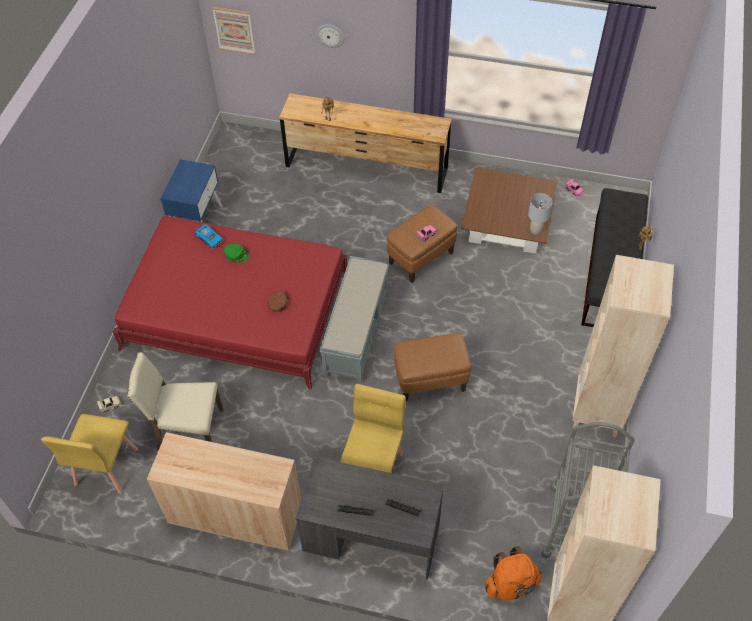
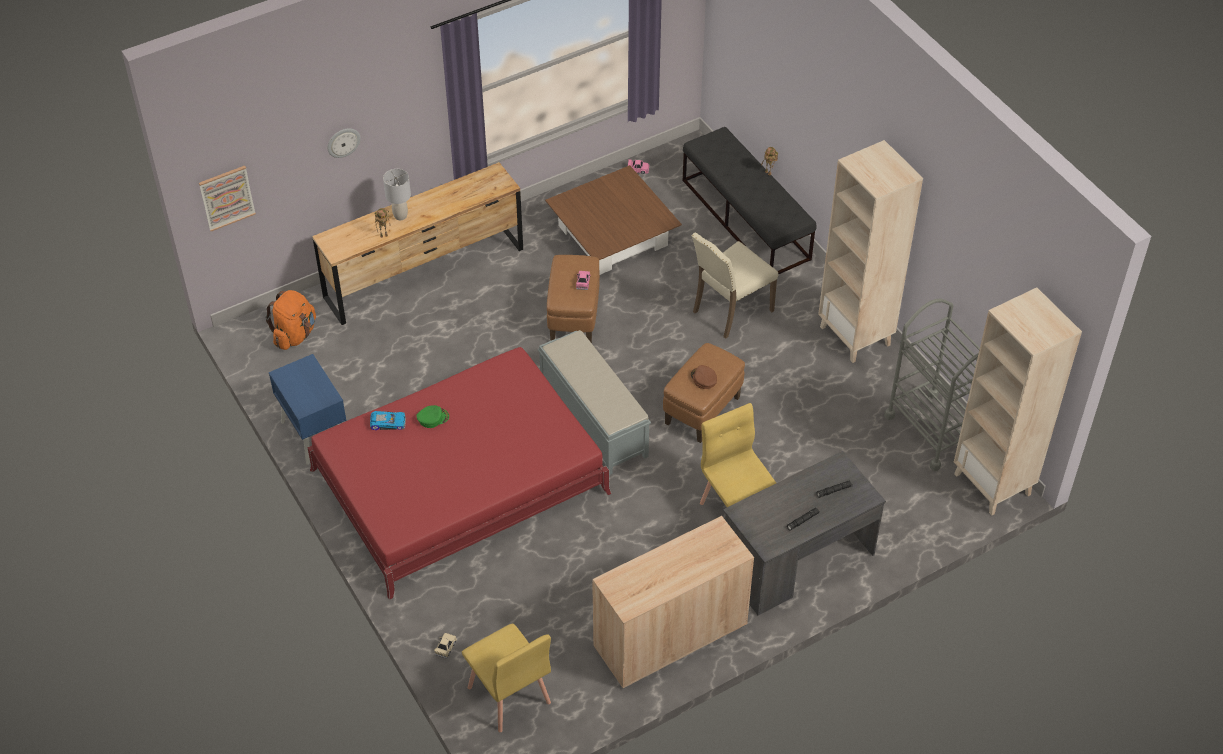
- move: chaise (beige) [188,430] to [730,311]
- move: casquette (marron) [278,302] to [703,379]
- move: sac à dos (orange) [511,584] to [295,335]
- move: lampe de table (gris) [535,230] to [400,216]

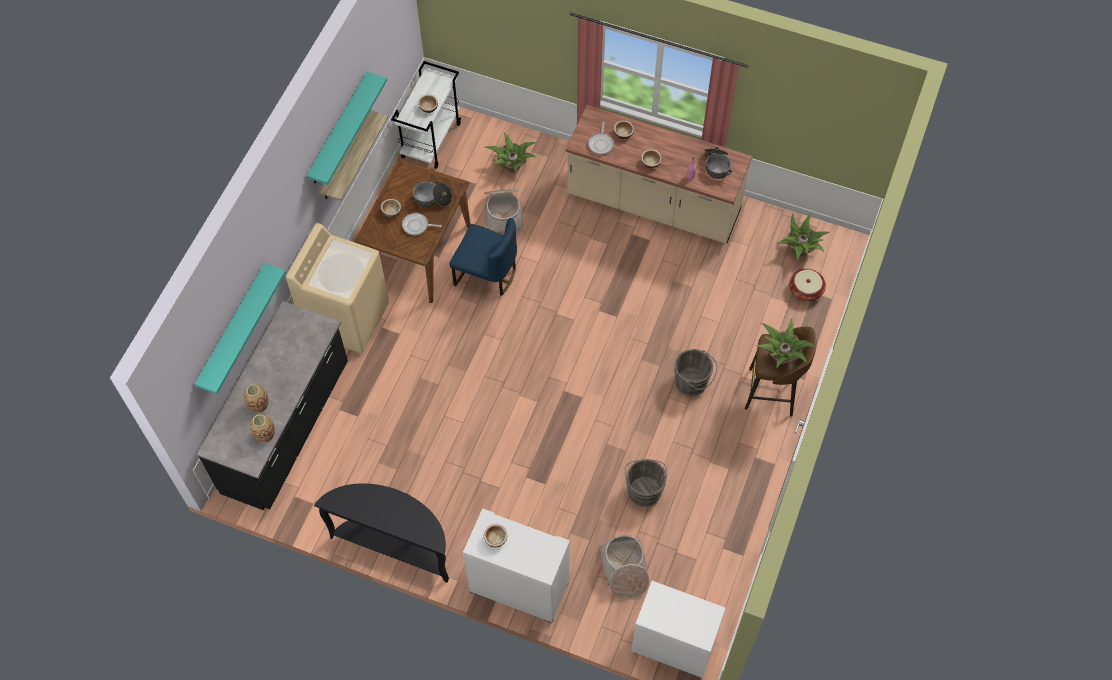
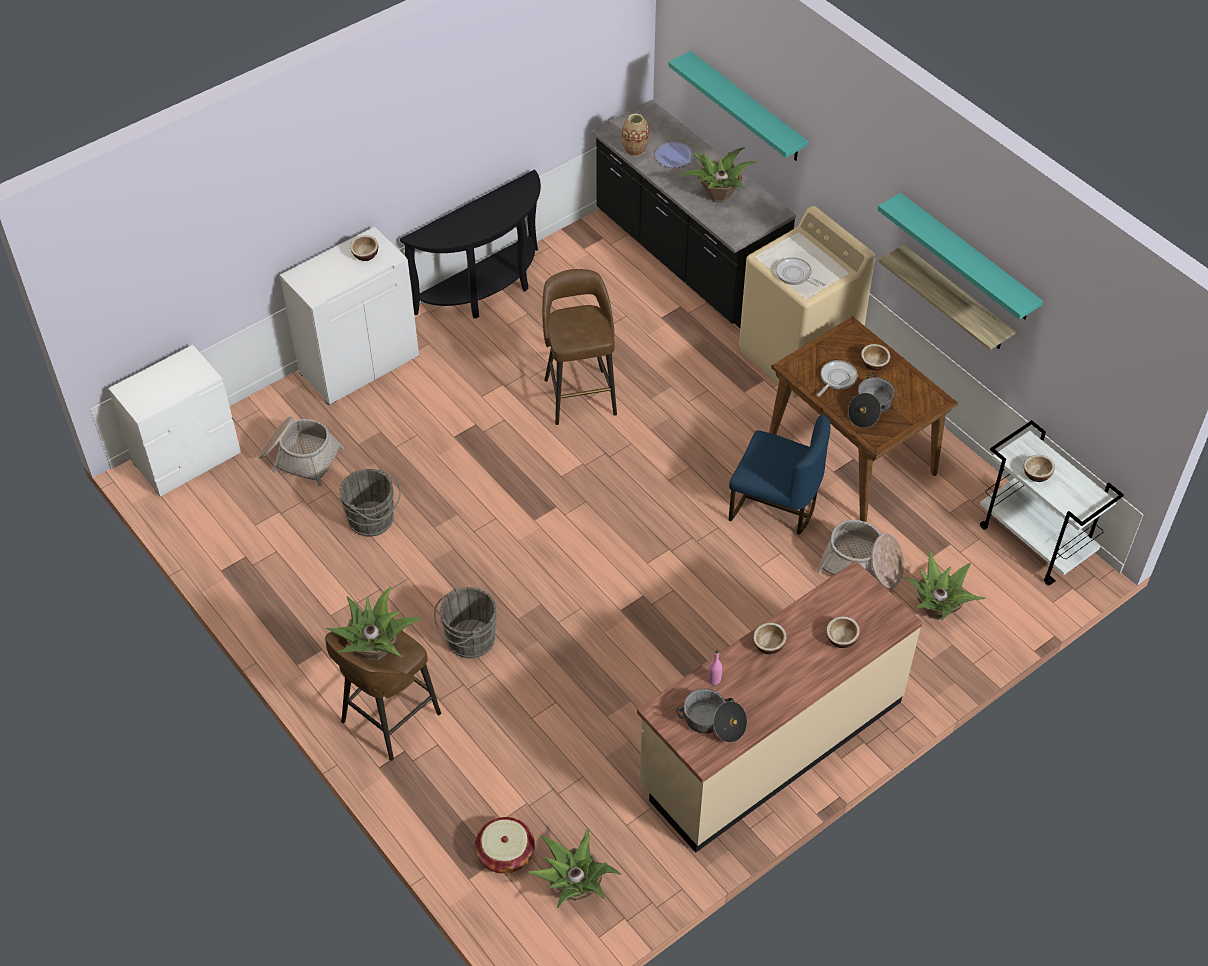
- replace: vase [259,405] to assiette [674,156]
- rotate: chaise (bleu) [486,274] = [774,506] 120 degrees counterclockwise
- move: poêle [601,143] to [795,275]
- insert: tabouret (marron) [579,395]
- insert: plante en pot [718,196]

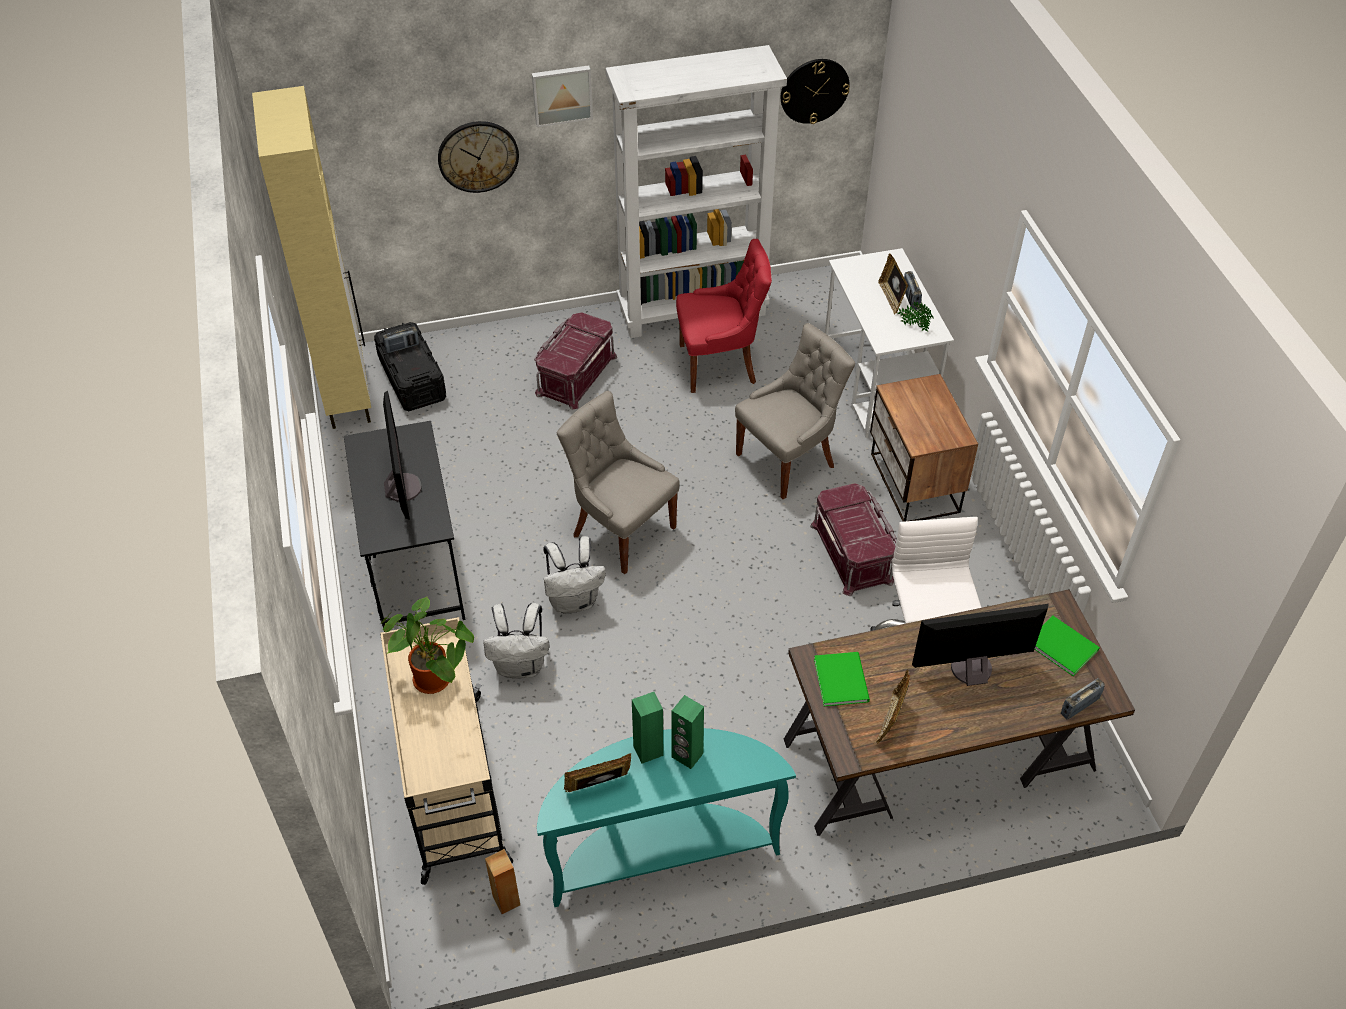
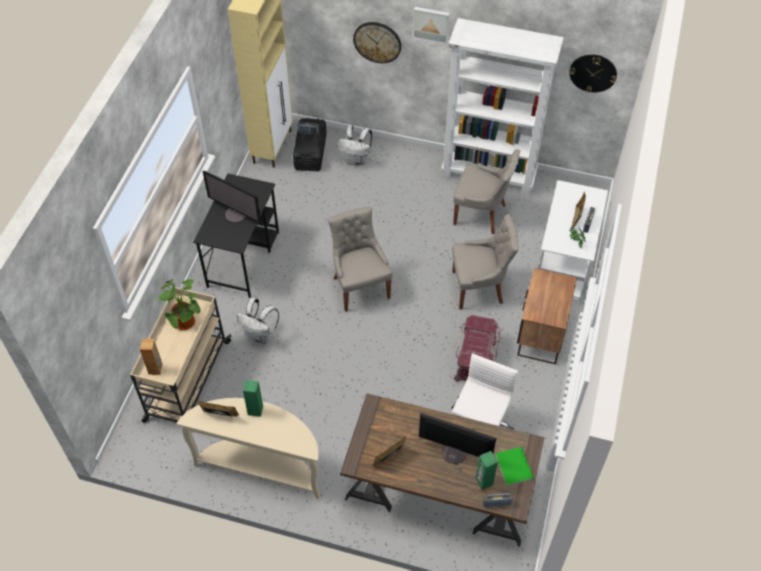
- rotate: écran d'ordinateur [402,487] = [236,214] 105 degrees clockwise
- move: enceinte (marron) [506,900] to [155,369]
- delete: boîte de rangement (rouge) [575,374]
- recolor: table console (turquoise) [661,852] to table console (beige) [262,466]
- move: sac à dos (blanc) [574,601] to [356,160]
- move: enceinte (vert) [687,755] to [484,481]
- recolor: chaise (rouge) [720,365] to chaise (gris) [481,214]
- delete: livre (vert) [842,678]

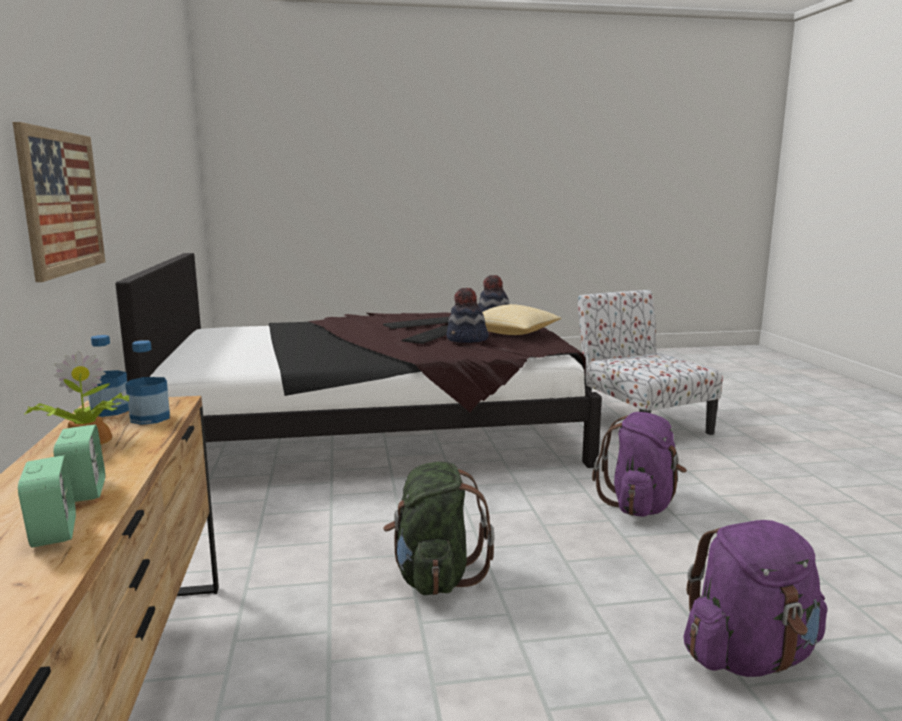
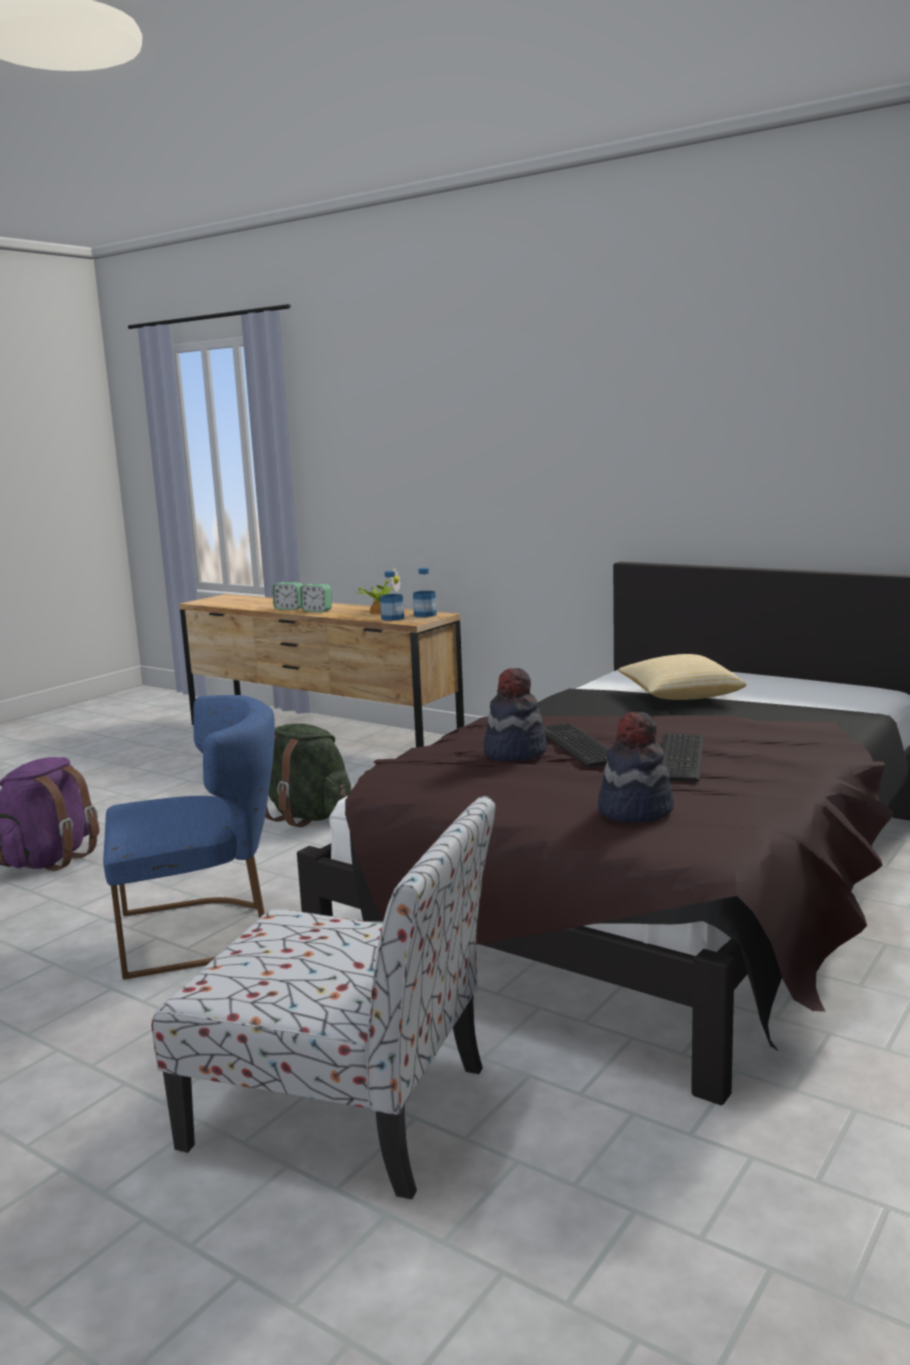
- delete: tableau [62,202]
- move: coussin [514,333] to [679,697]
- replace: sac à dos (violet) [640,505] to chaise (bleu) [202,932]

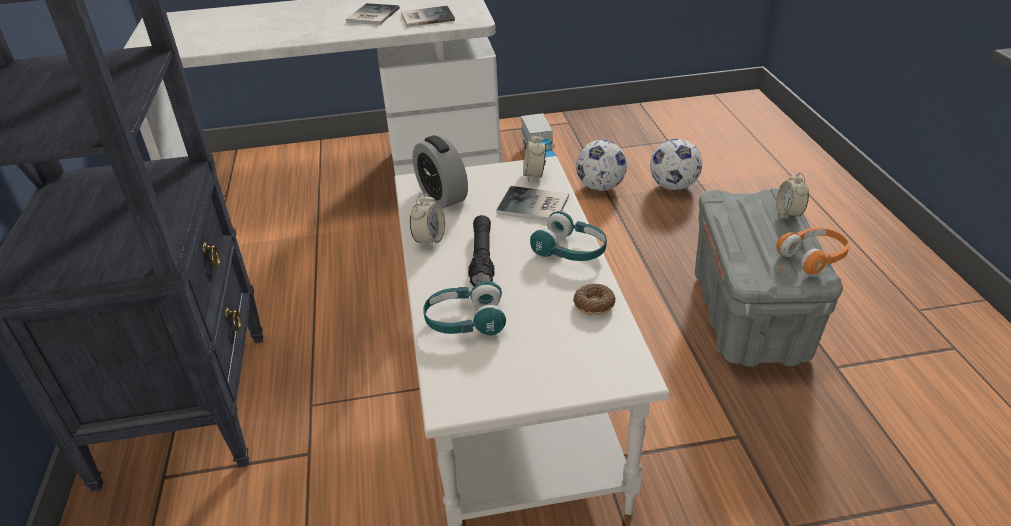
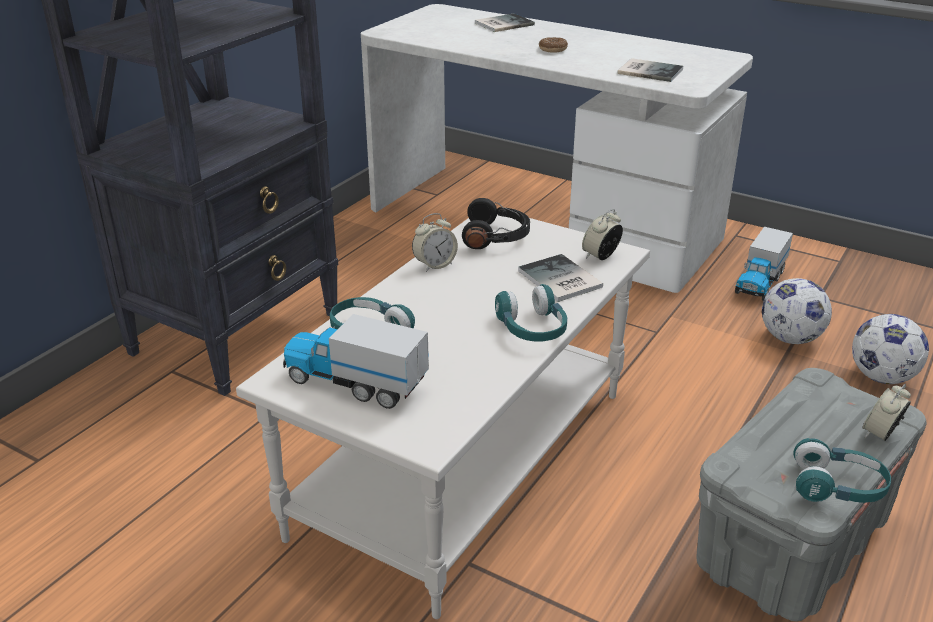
- move: livre [371,15] to [502,24]
- replace: réveil [442,195] to casque audio (noir) [496,237]
- delete: lampe de poche (noir) [482,259]
- move: beignet [594,305] to [553,49]
- recolor: casque audio (orange) [813,258] to casque audio (turquoise) [837,487]
- insert: camion jouet [355,383]

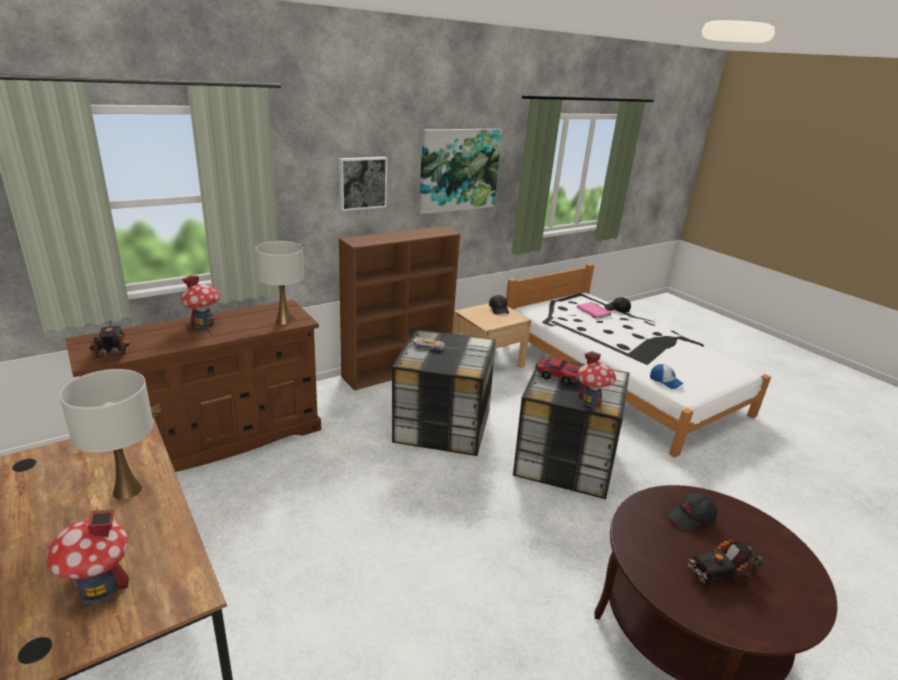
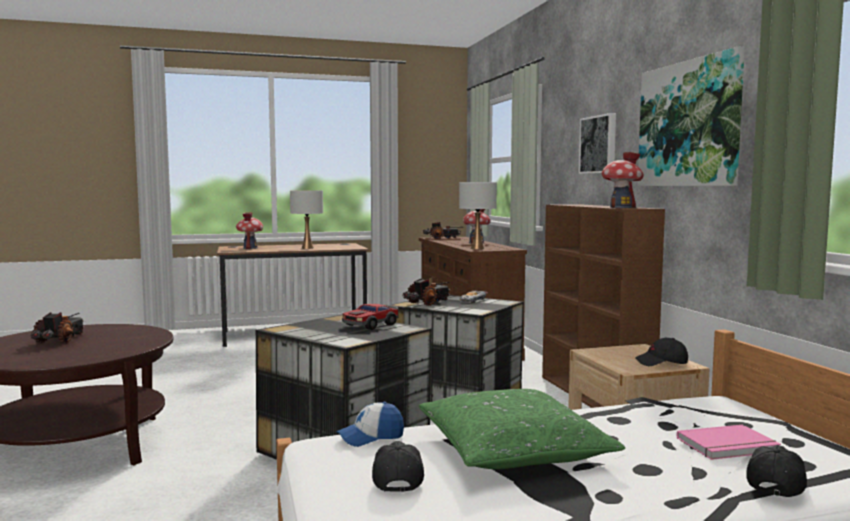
- move: maison miniature [590,401] to [621,207]
- move: casquette (noir) [691,518] to [397,478]
- insert: camion jouet [428,303]
- insert: coussin (vert) [512,449]

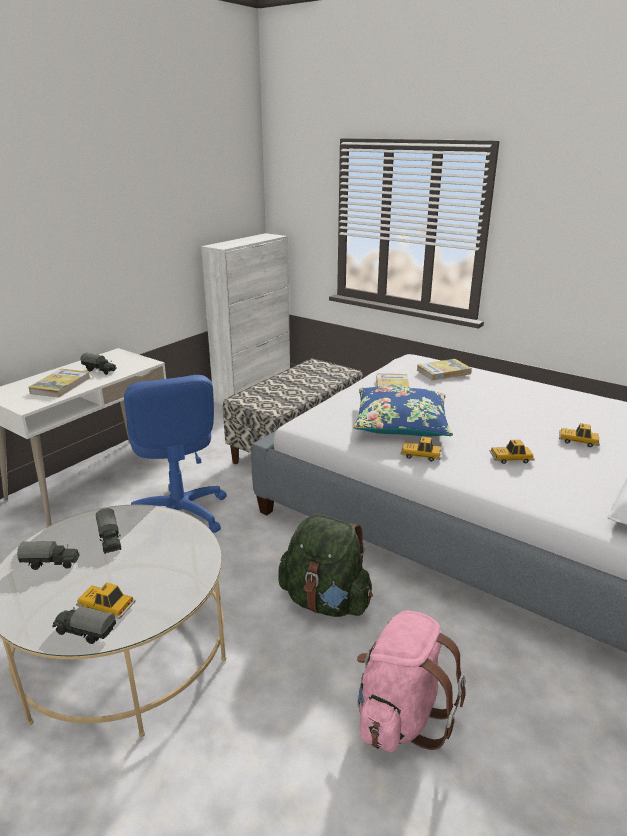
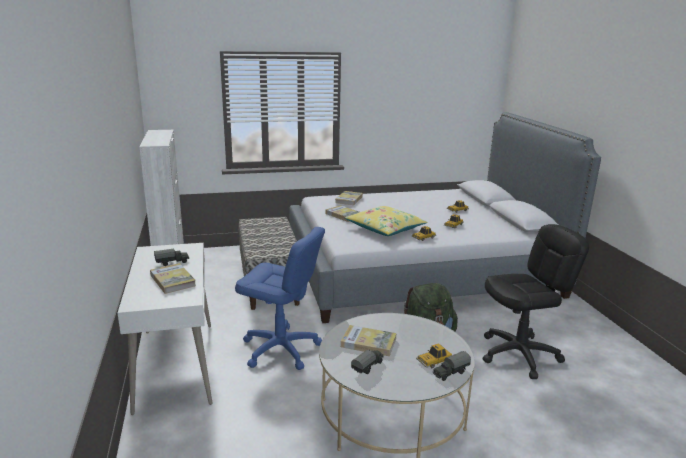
- replace: camion jouet [110,541] to livre [368,343]
- recolor: coussin (bleu) [401,423] to coussin (jaune) [385,229]
- replace: sac à dos (rose) [400,715] to chaise de bureau (noir) [519,354]

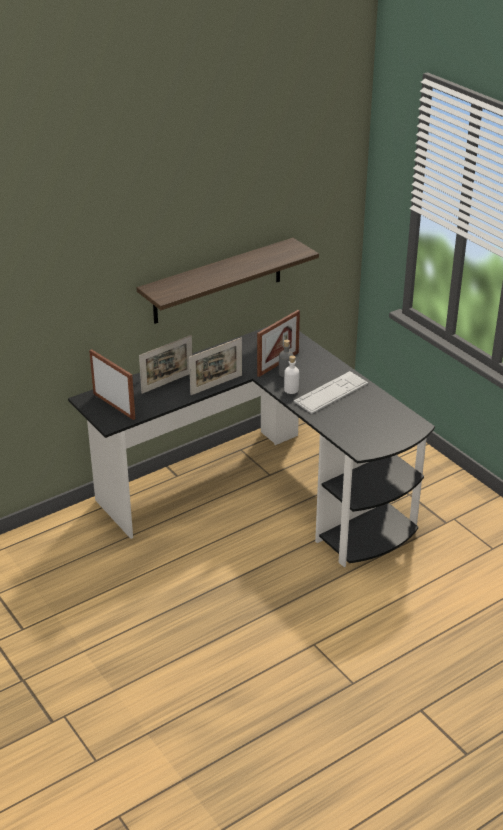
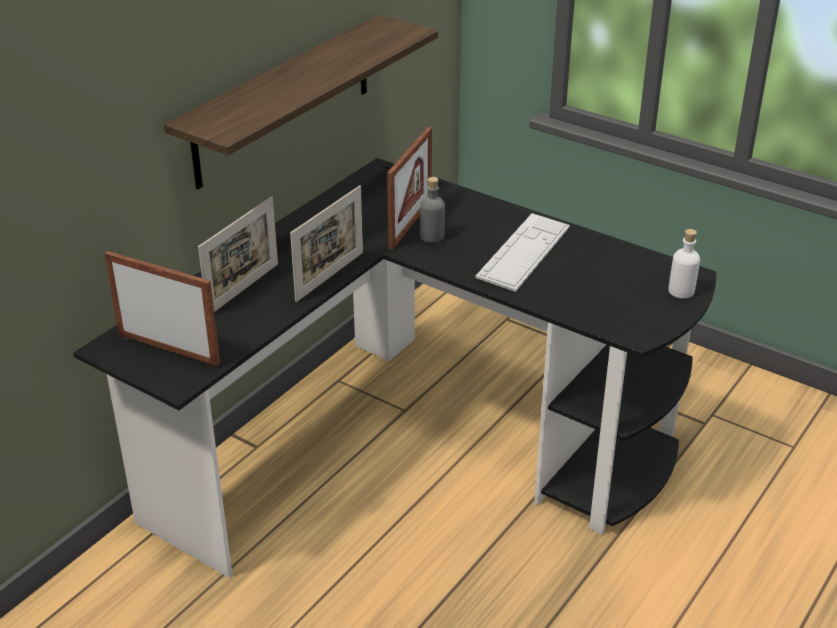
- move: bouteille (blanc) [291,390] to [681,291]

